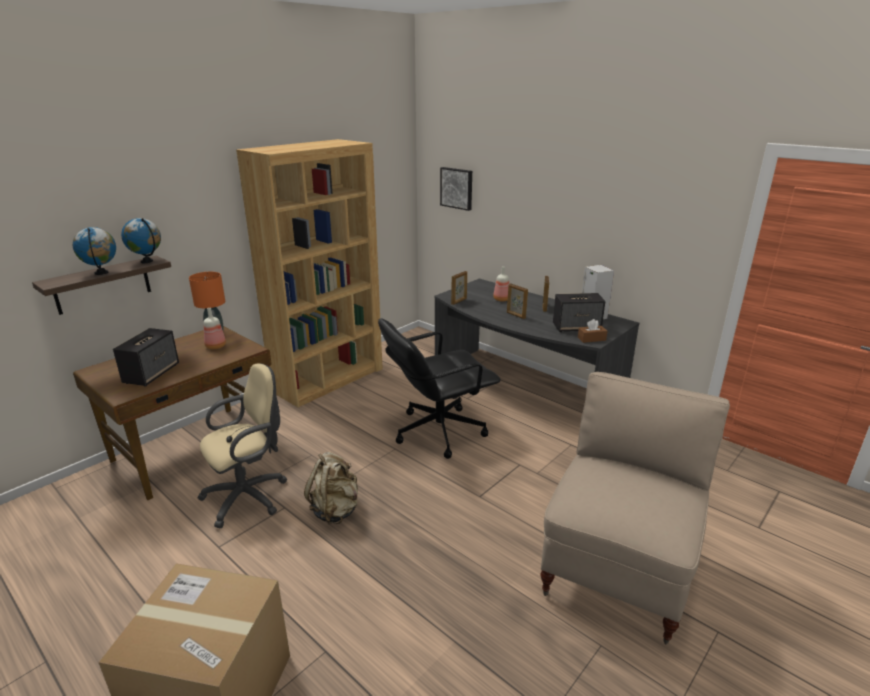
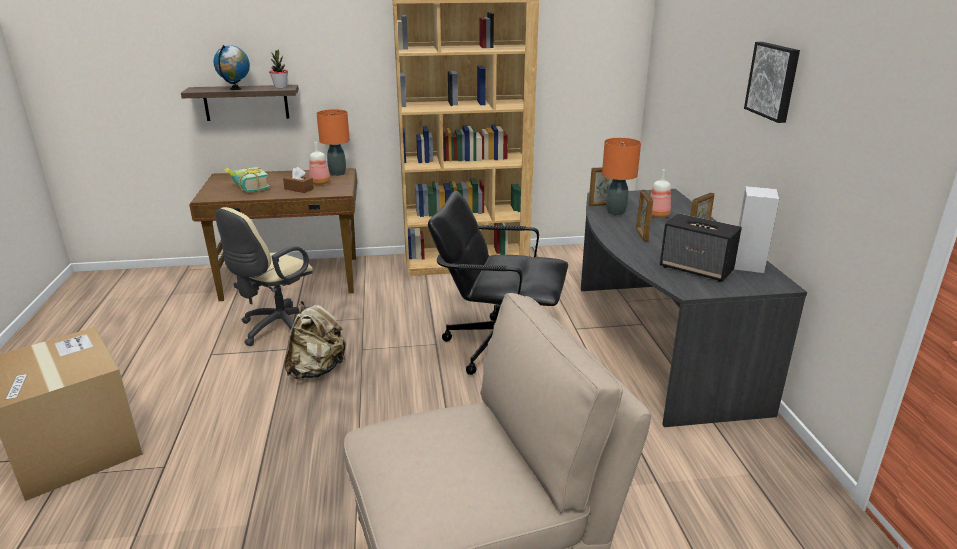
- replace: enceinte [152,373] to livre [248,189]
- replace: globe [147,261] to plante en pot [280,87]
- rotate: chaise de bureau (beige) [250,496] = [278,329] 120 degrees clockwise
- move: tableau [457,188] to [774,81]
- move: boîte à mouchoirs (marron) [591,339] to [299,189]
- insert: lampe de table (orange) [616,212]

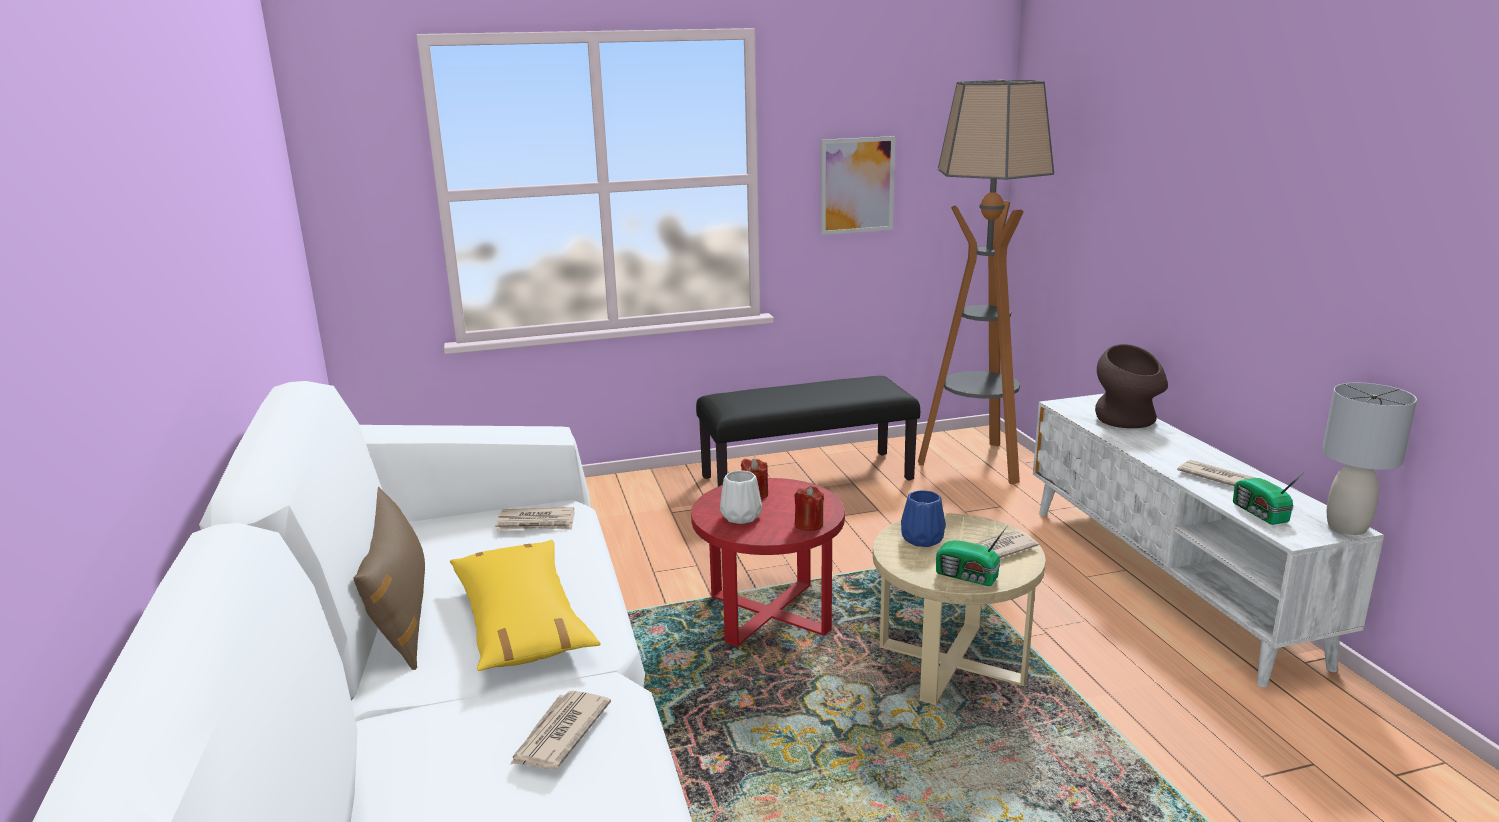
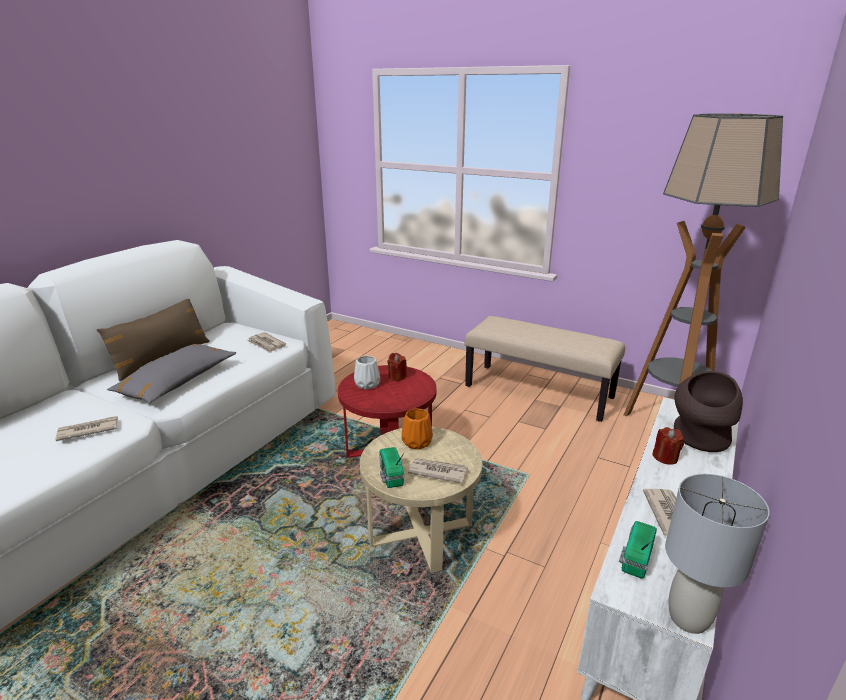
- recolor: coussin (jaune) [521,622] to coussin (gris) [177,382]
- recolor: banc (noir) [807,478] to banc (beige) [539,391]
- move: bougie (rouge) [809,524] to [665,457]
- delete: tableau [857,185]
- recolor: vase (bleu) [921,539] to vase (orange) [417,442]

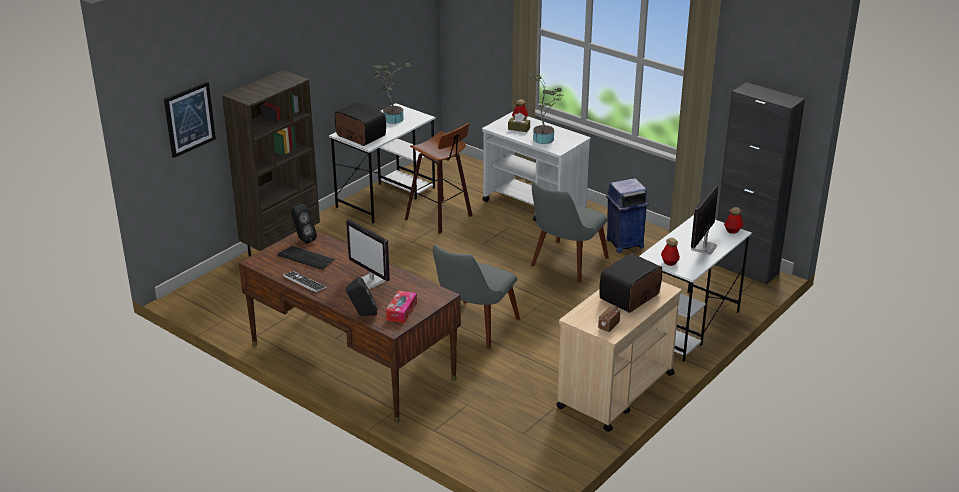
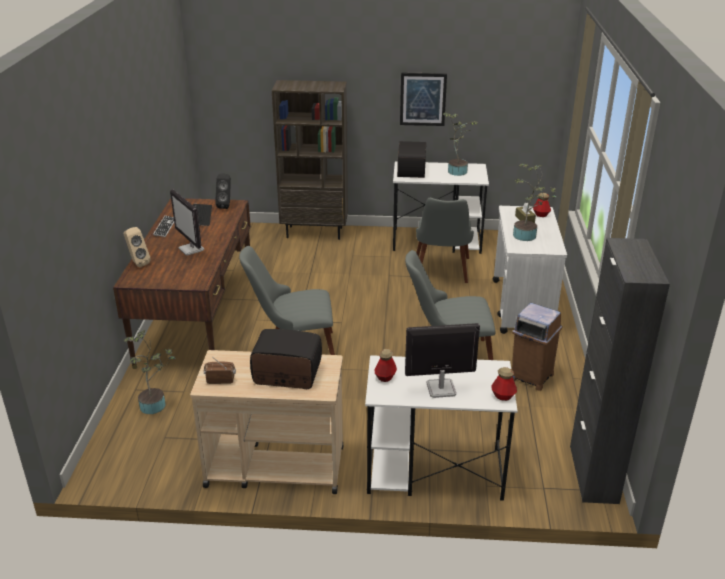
- move: tableau [189,119] to [423,99]
- rotate: écran d'ordinateur [371,281] = [191,249] 45 degrees counterclockwise
- recolor: enceinte (noir) [362,315] to enceinte (beige) [137,263]
- delete: boîte à mouchoirs [401,312]
- replace: tabouret [441,217] to chaise (gris) [442,273]
- recolor: poubelle (bleu) [624,243] to poubelle (marron) [531,376]
- insert: plante en pot [155,404]

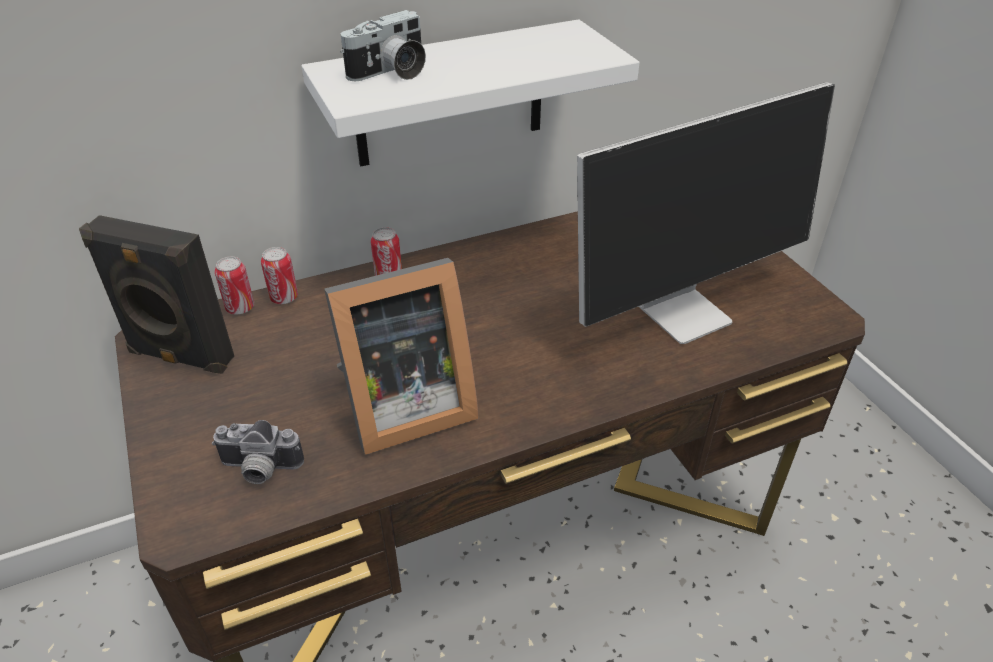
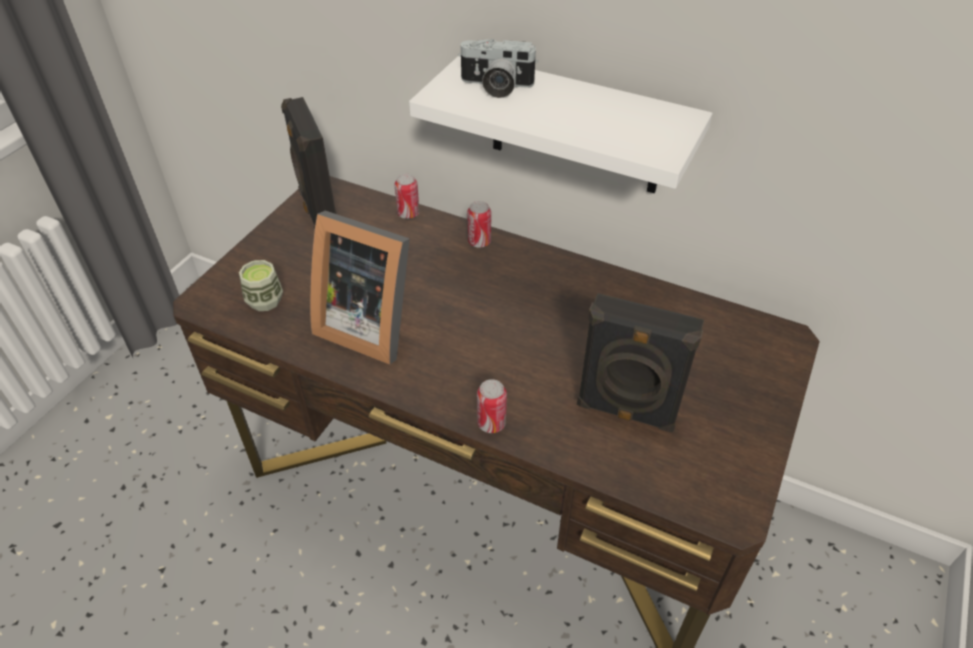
- replace: appareil photo [259,470] to tasse [265,300]
- move: boîte métallique [240,308] to [491,423]
- replace: écran d'ordinateur [684,311] to enceinte (noir) [626,412]

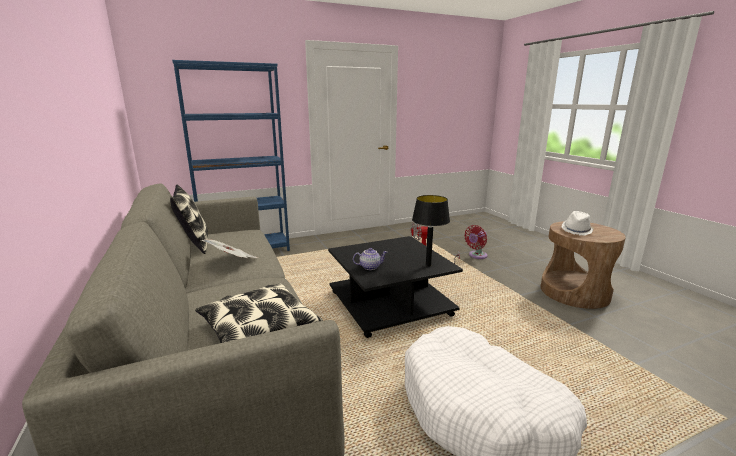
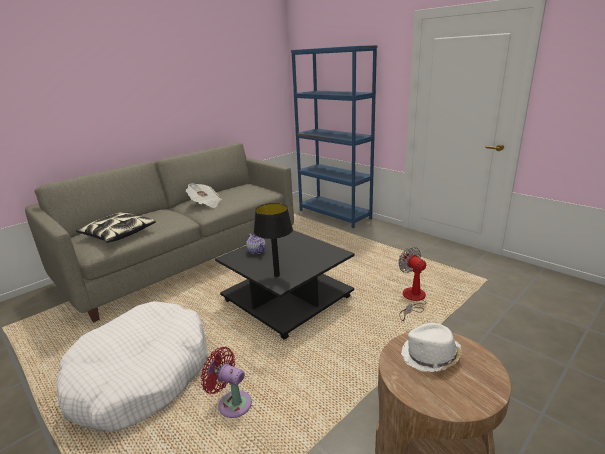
- delete: coussin [194,245]
- move: ventilateur (rouge) [476,256] to [232,403]

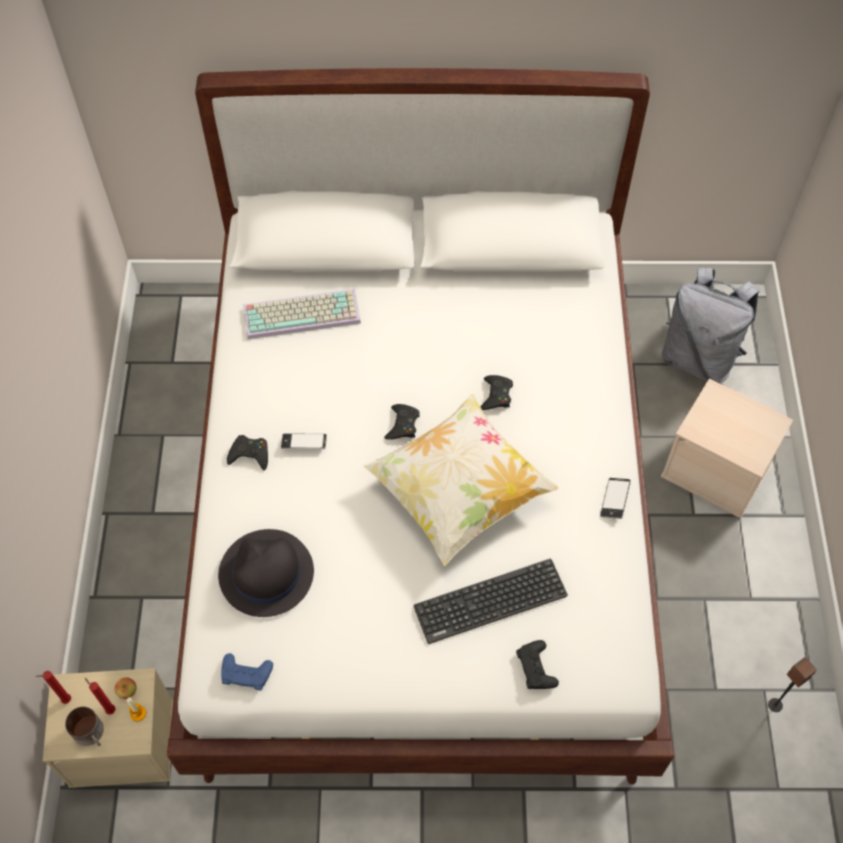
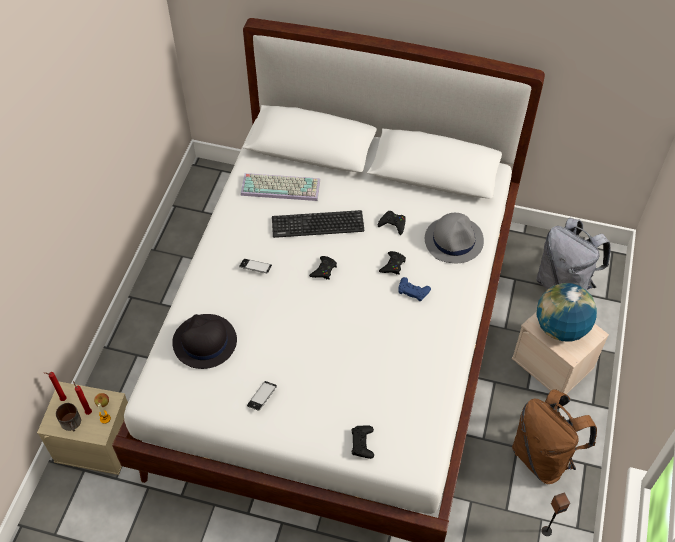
- move: manette (bleu) [246,673] to [413,291]
- move: manette (noir) [250,455] to [393,224]
- delete: coussin [458,493]
- move: clavier [490,601] to [317,224]
- move: téléphone [614,500] to [262,397]
- insert: chapeau (gris) [454,240]
- insert: sac à dos (marron) [543,456]
- insert: globe [560,328]

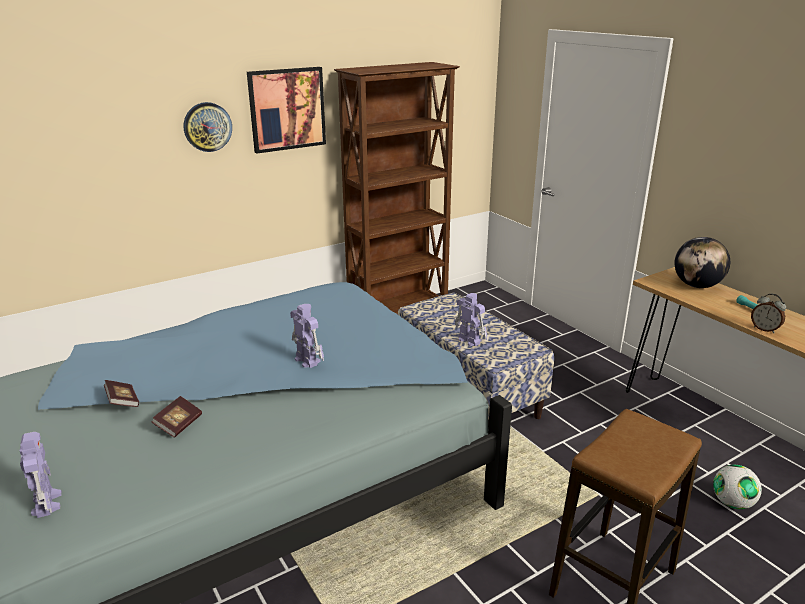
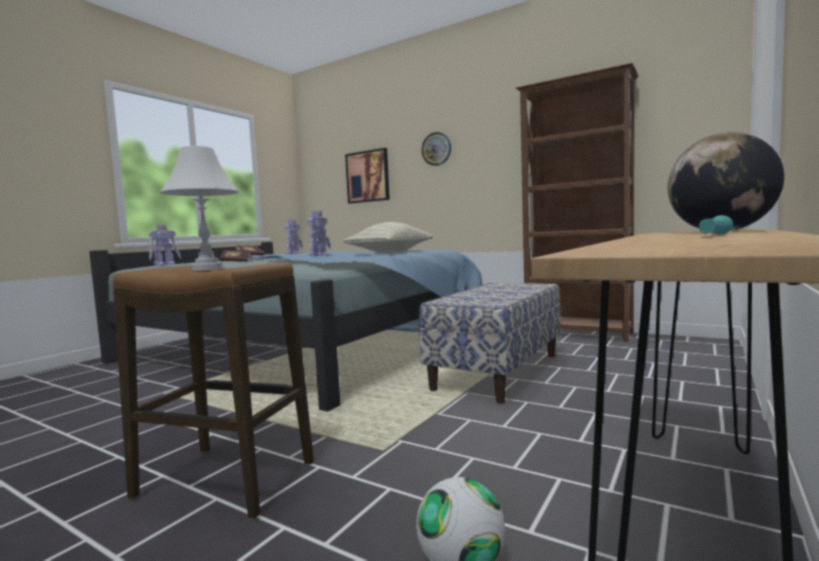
- move: tableau [287,109] to [368,176]
- move: robot jouet [469,340] to [294,253]
- delete: réveil [764,329]
- insert: lampe de table (blanc) [207,269]
- insert: coussin [391,252]

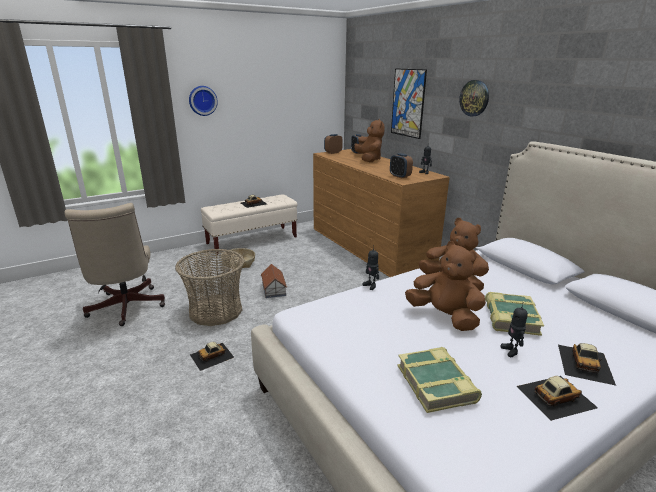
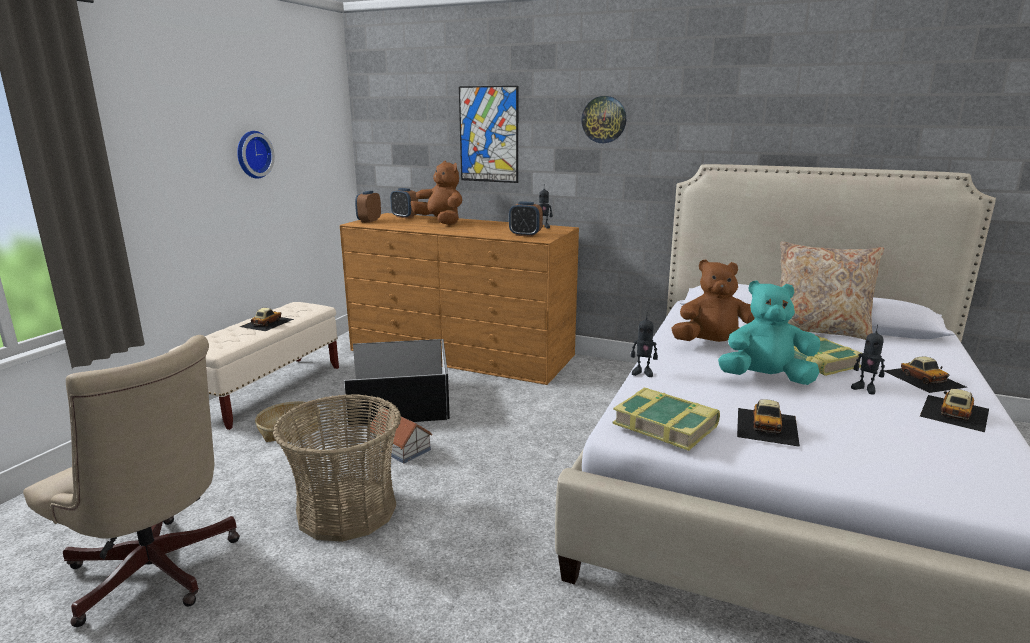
- move: horloge murale [202,100] to [252,154]
- move: petite voiture [212,356] to [767,426]
- move: livre [437,383] to [665,425]
- recolor: peluche (marron) [444,317] to peluche (turquoise) [765,379]
- insert: boîte de rangement (noir) [400,400]
- insert: coussin (beige) [819,331]

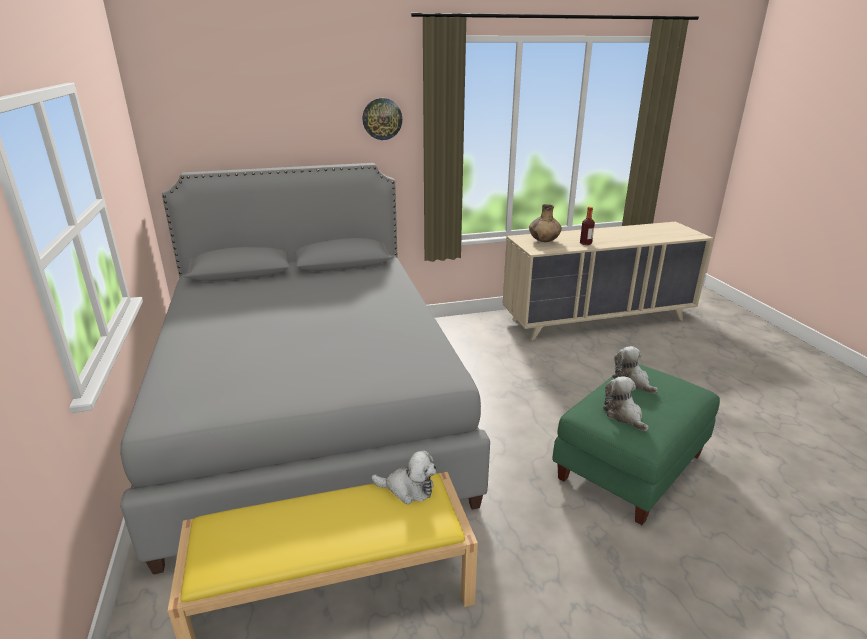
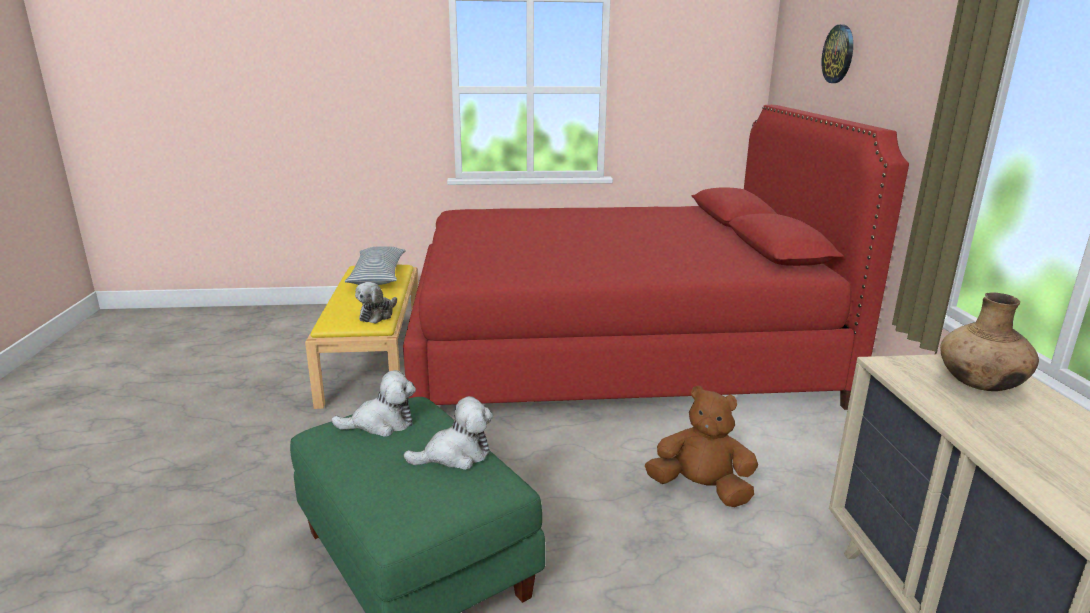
- recolor: lit (gris) [310,411] to lit (rouge) [612,350]
- move: horloge murale [382,119] to [838,54]
- delete: bouteille [585,243]
- insert: coussin [378,276]
- insert: peluche (marron) [701,489]

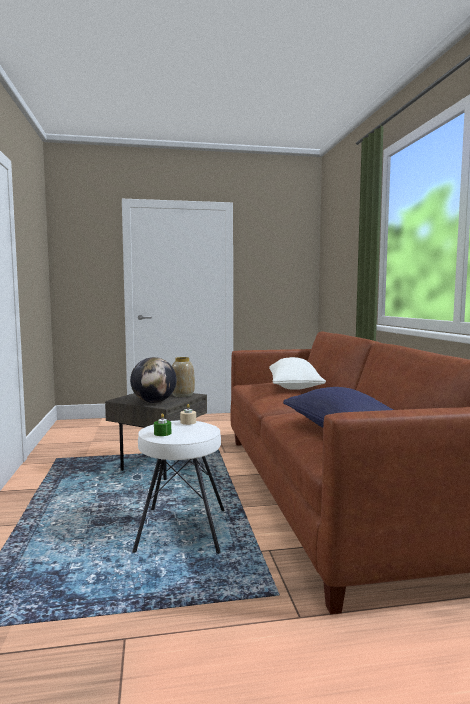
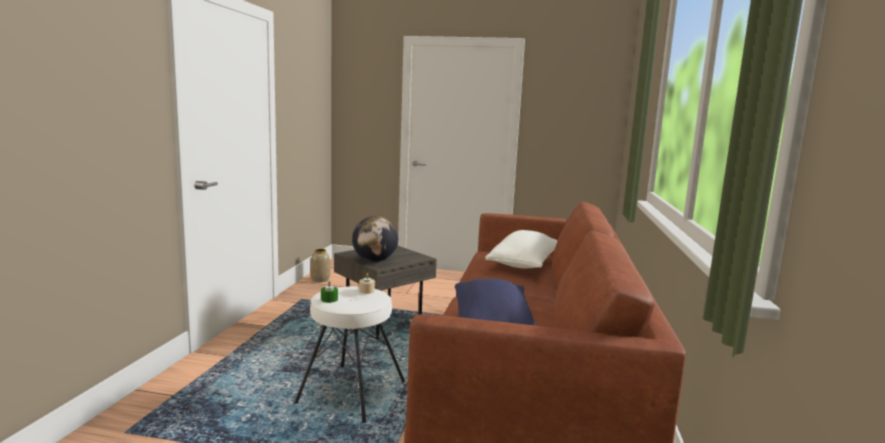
- move: vase [183,395] to [320,280]

